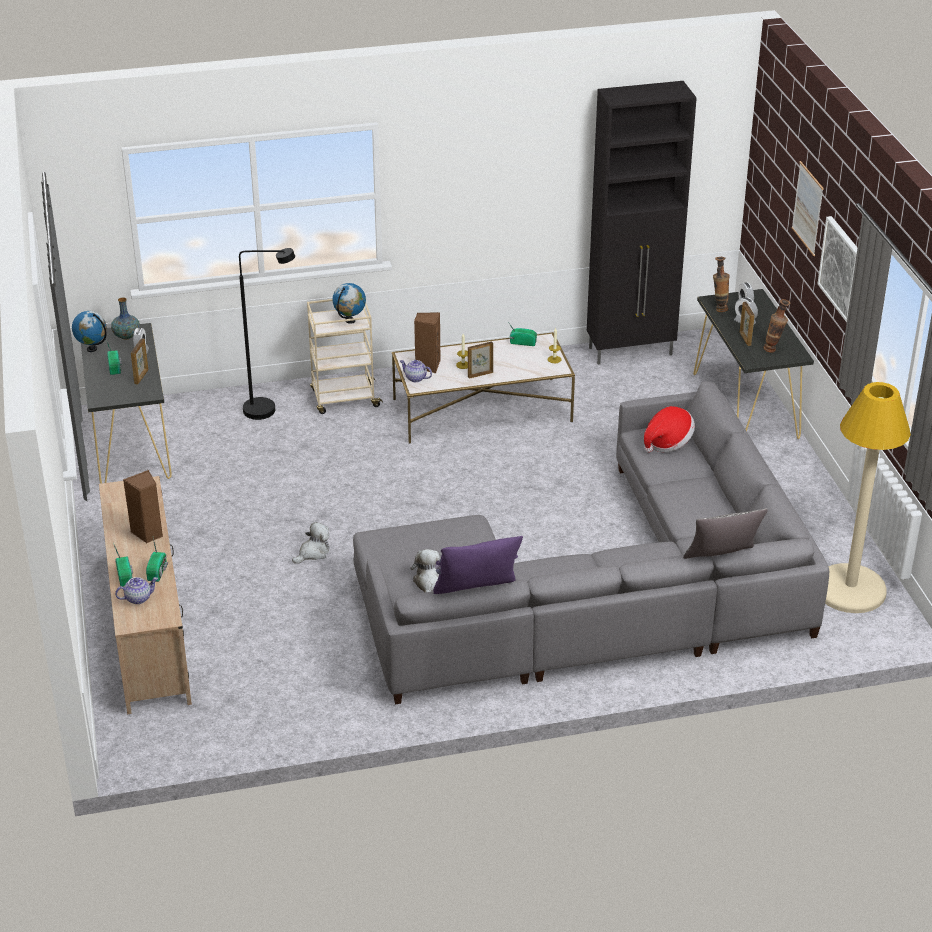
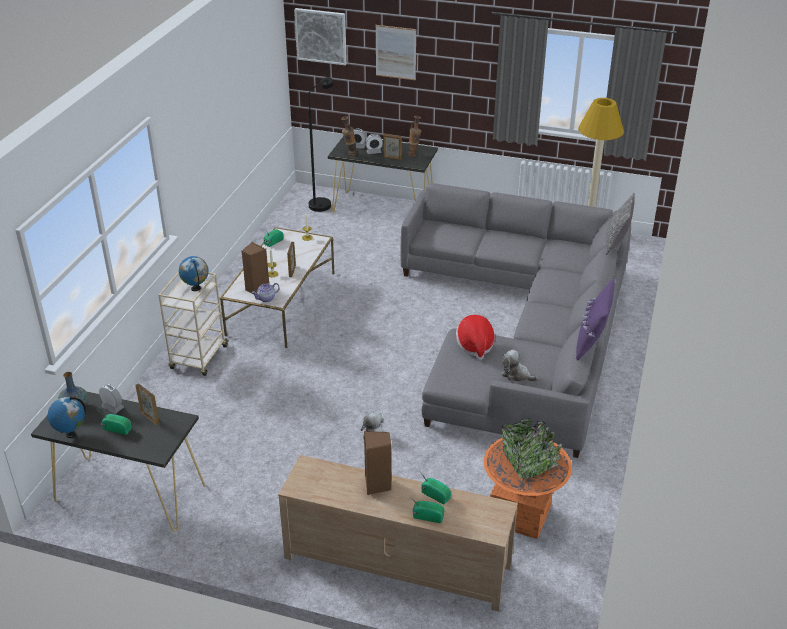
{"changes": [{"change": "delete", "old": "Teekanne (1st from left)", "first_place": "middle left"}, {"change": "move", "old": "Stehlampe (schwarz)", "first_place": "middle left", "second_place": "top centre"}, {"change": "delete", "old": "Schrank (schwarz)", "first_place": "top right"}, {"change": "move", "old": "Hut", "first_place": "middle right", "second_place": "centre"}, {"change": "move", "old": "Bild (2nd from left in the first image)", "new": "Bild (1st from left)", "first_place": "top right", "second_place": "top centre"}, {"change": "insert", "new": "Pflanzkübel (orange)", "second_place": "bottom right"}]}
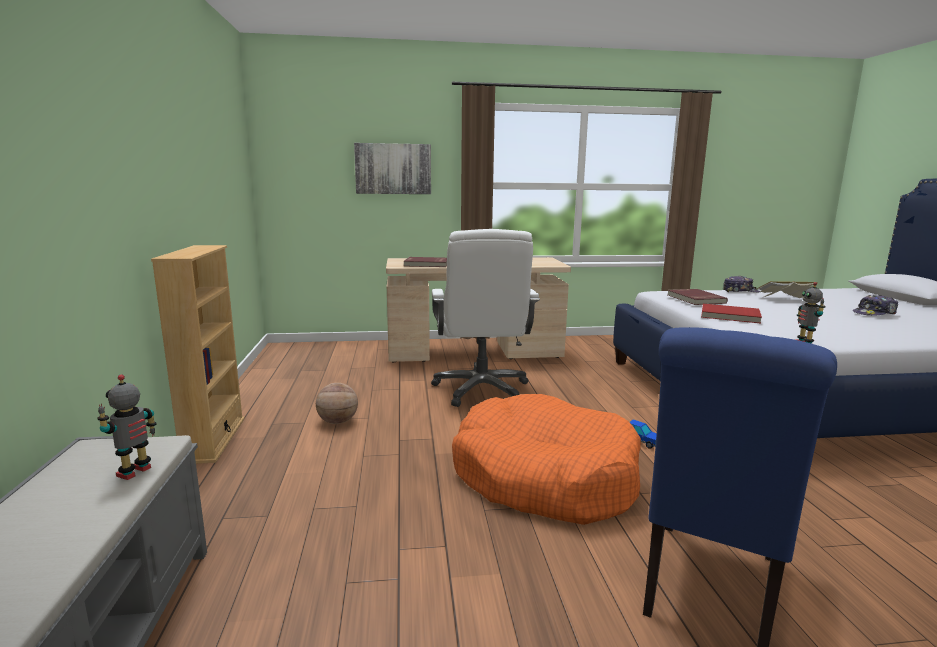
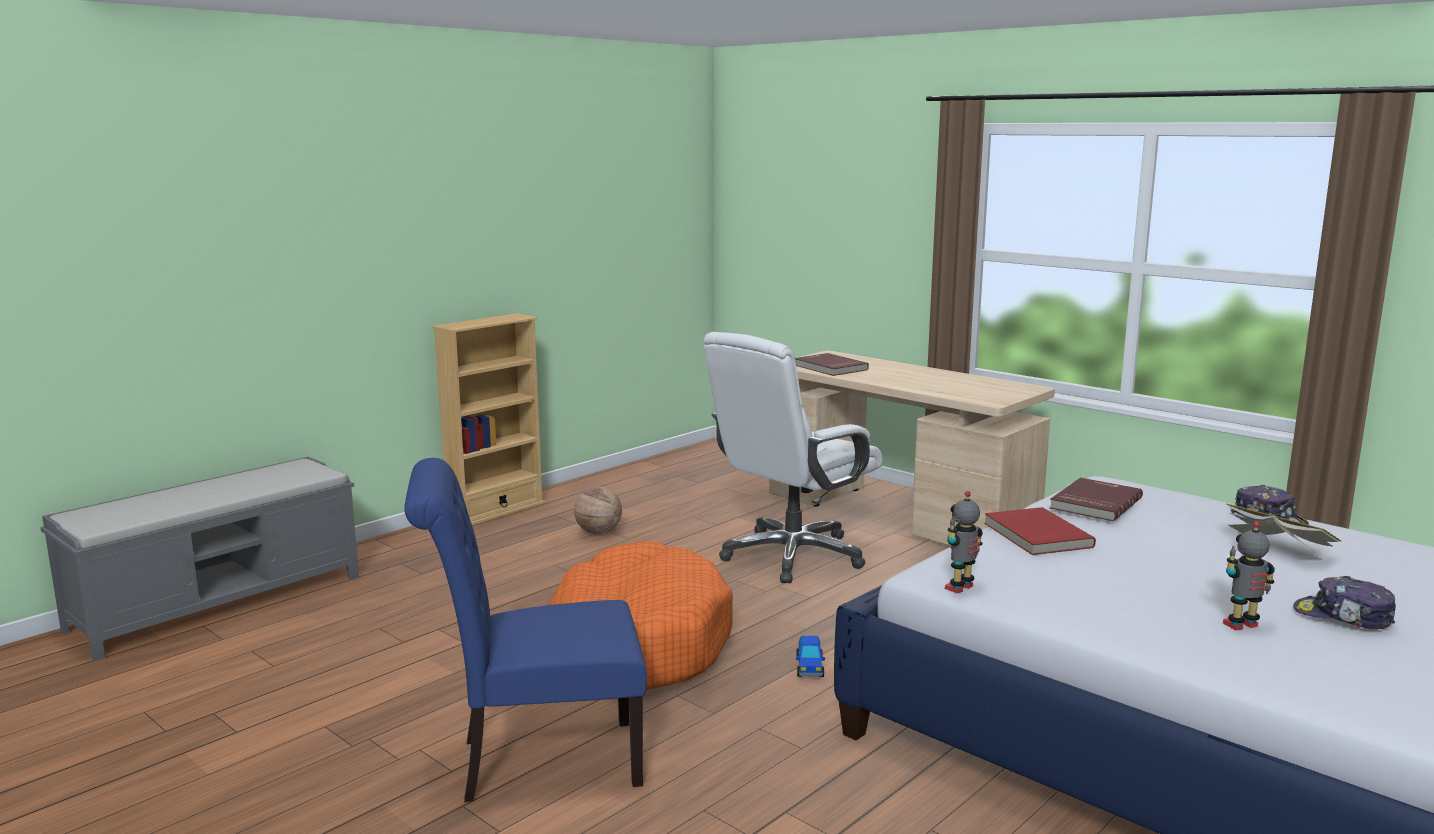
{"changes": [{"change": "move", "old": "Spielzeugroboter (1st from left in the first image)", "new": "Spielzeugroboter (2nd from left)", "first_place": "middle left", "second_place": "bottom right"}, {"change": "delete", "old": "Bild", "first_place": "top centre"}]}
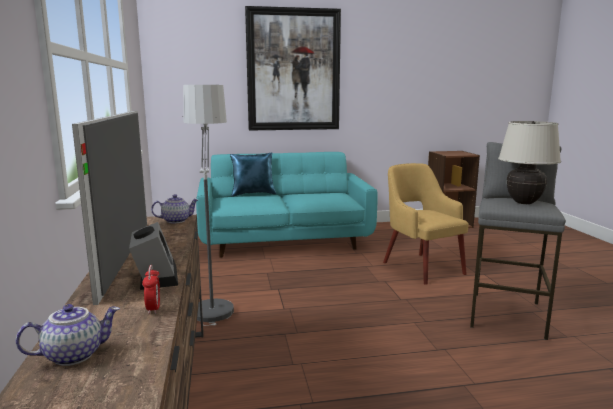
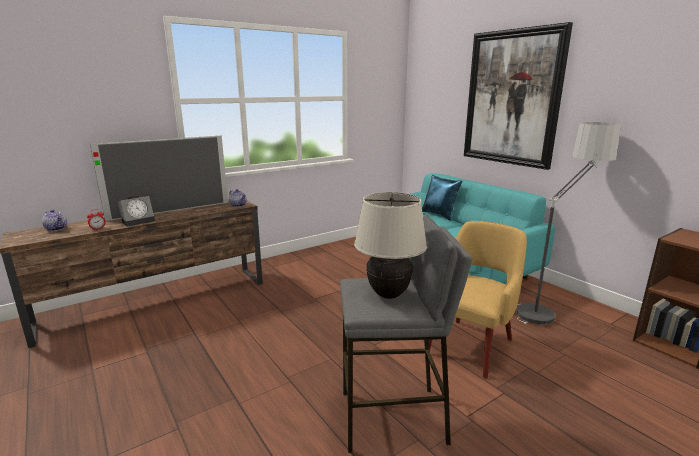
{"changes": [{"change": "move", "old": "Stehlampe", "first_place": "centre", "second_place": "middle right"}]}
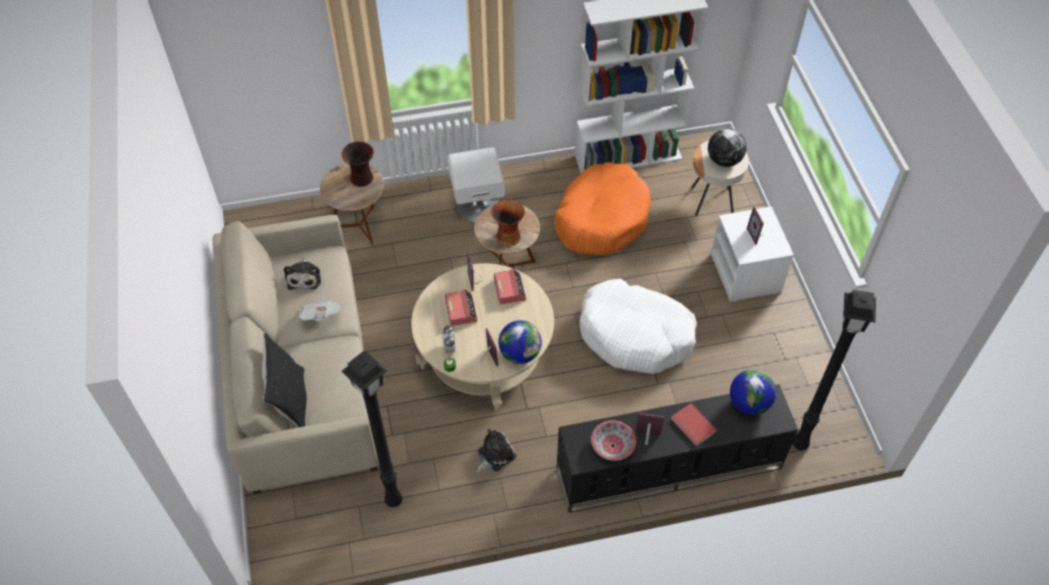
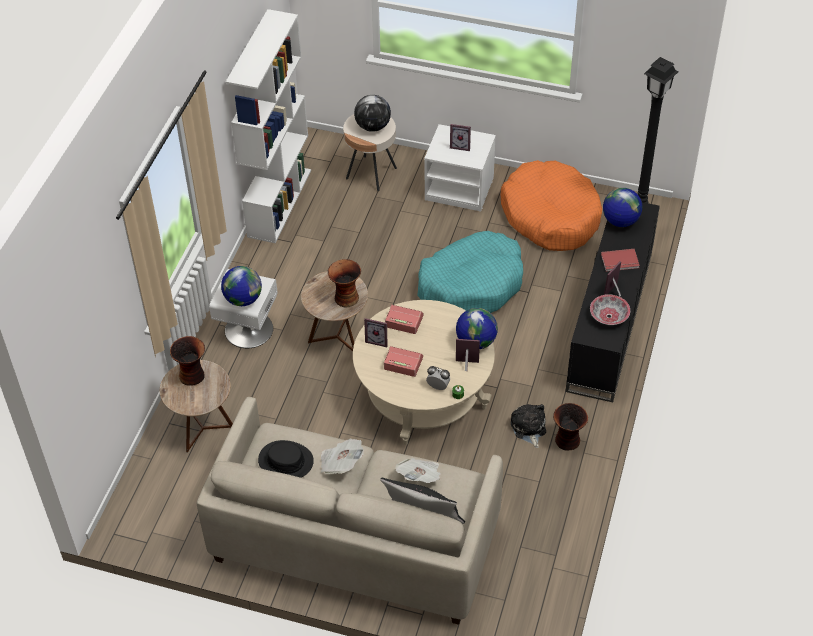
{"changes": [{"change": "replace", "old": "Plüschtier (1st from left)", "new": "Hut (schwarz)", "first_place": "middle left", "second_place": "bottom centre"}, {"change": "delete", "old": "Stehlampe (schwarz) (1st from left)", "first_place": "bottom centre"}, {"change": "move", "old": "Hundebett (orange)", "first_place": "centre", "second_place": "top right"}, {"change": "recolor", "old": "Hundebett (weiß)", "new": "Hundebett (türkis)", "first_place": "centre", "second_place": "centre"}, {"change": "insert", "new": "Globus (1st from left)", "second_place": "middle left"}, {"change": "insert", "new": "Zeitung (2nd from left)", "second_place": "bottom centre"}, {"change": "insert", "new": "Vase (3rd from left)", "second_place": "bottom right"}]}
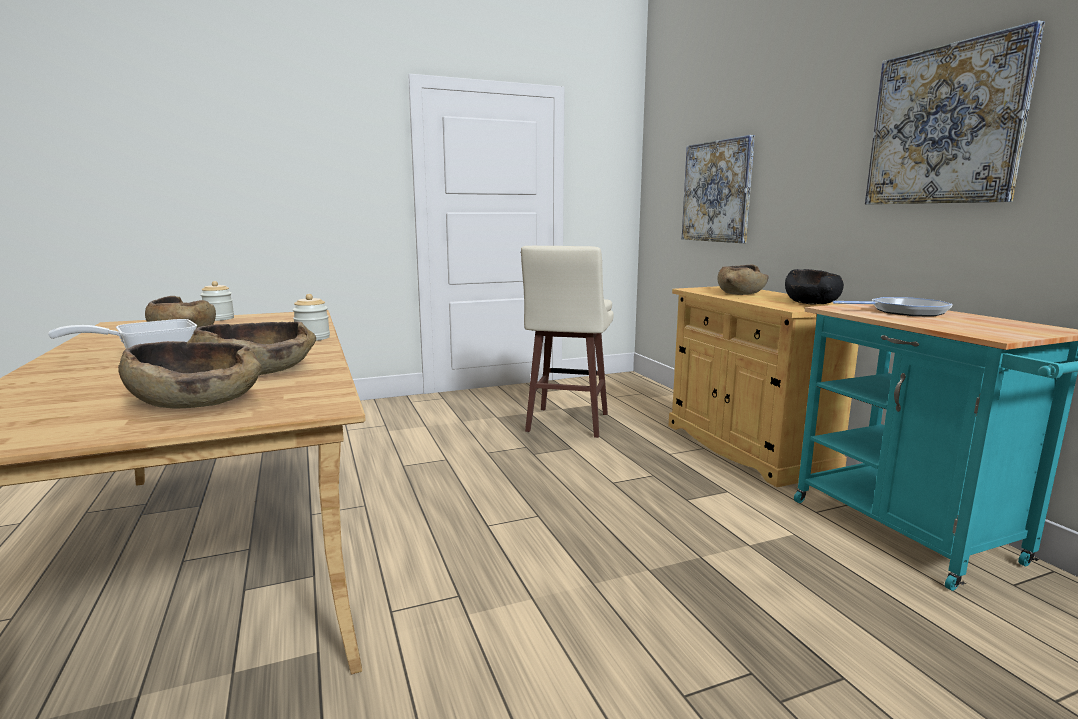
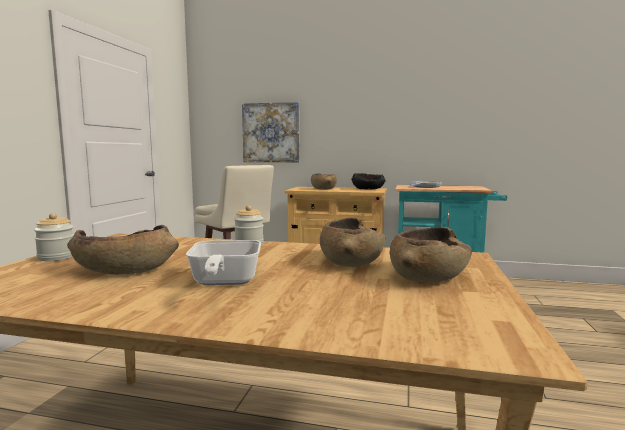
{"changes": [{"change": "delete", "old": "Bild (2nd from left)", "first_place": "top right"}]}
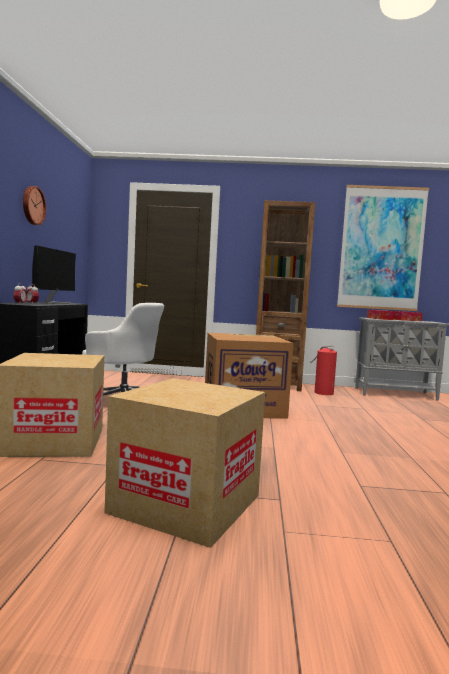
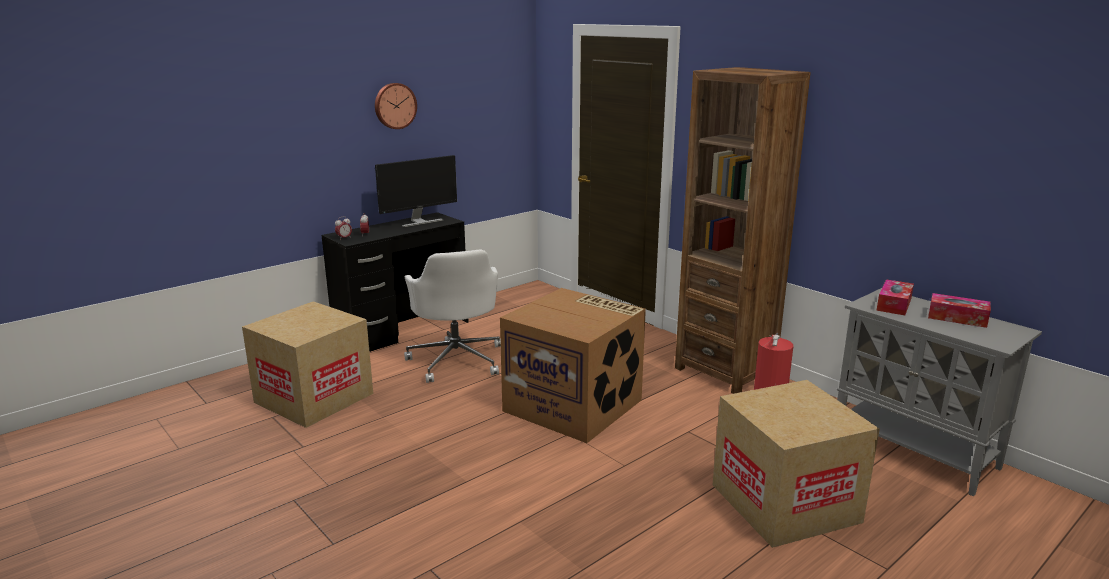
{"changes": [{"change": "move", "old": "Karton (2nd from left in the first image)", "new": "Karton (3rd from left)", "first_place": "bottom centre", "second_place": "bottom right"}, {"change": "delete", "old": "Bild", "first_place": "middle right"}]}
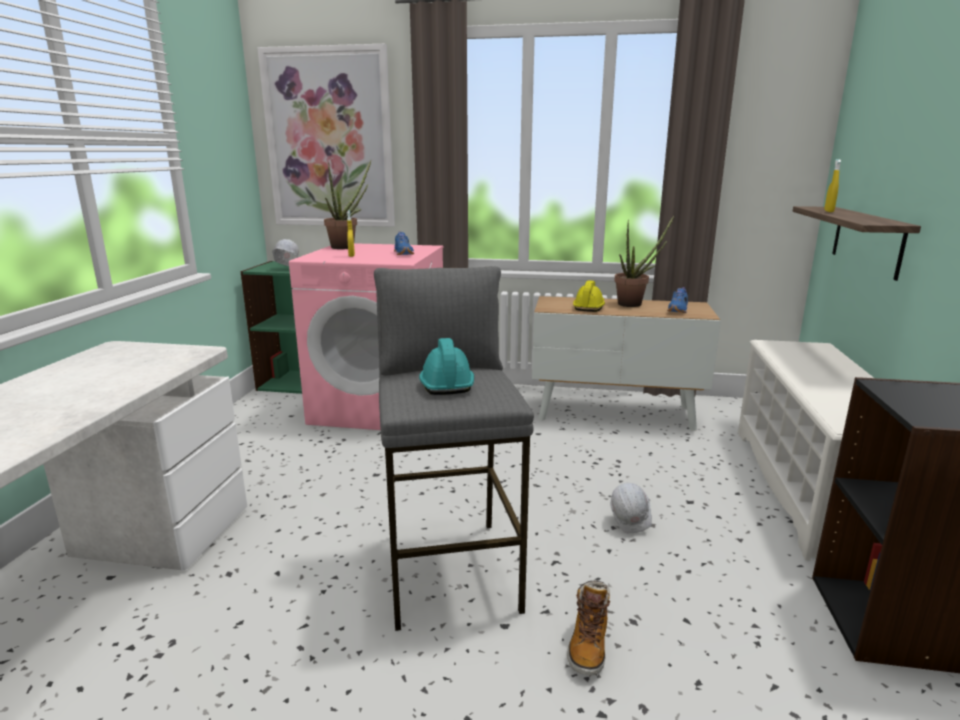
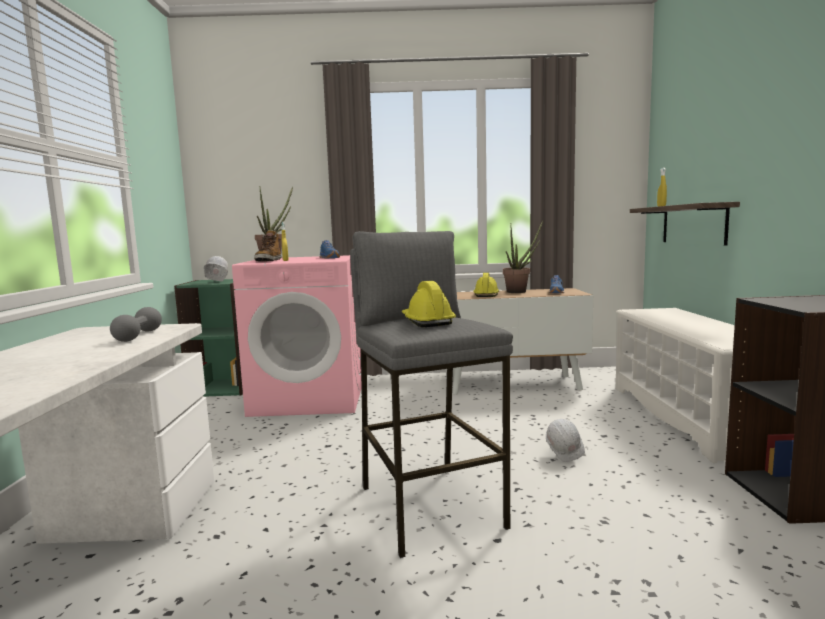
{"changes": [{"change": "delete", "old": "Bild", "first_place": "top centre"}, {"change": "recolor", "old": "Schutzhelm (türkis)", "new": "Schutzhelm (gelb) (1st from left)", "first_place": "centre", "second_place": "centre"}, {"change": "move", "old": "Stiefel", "first_place": "bottom centre", "second_place": "middle left"}, {"change": "insert", "new": "Hantel (grau)", "second_place": "middle left"}]}
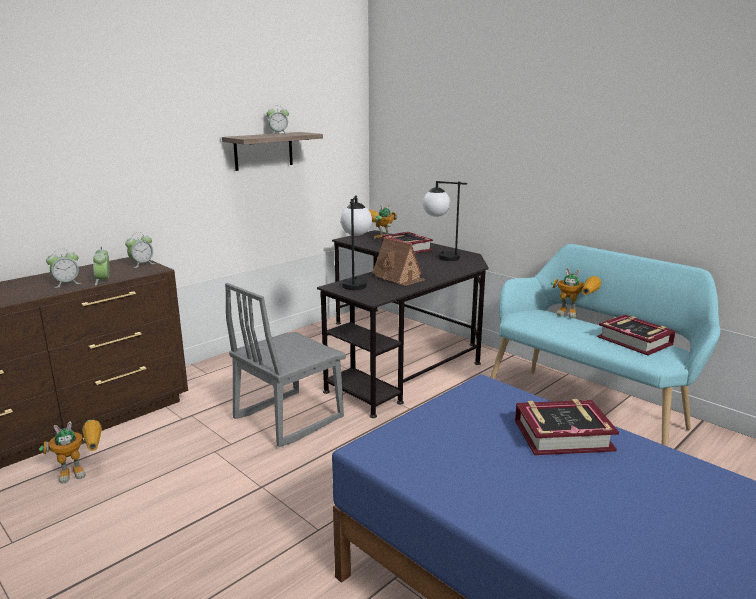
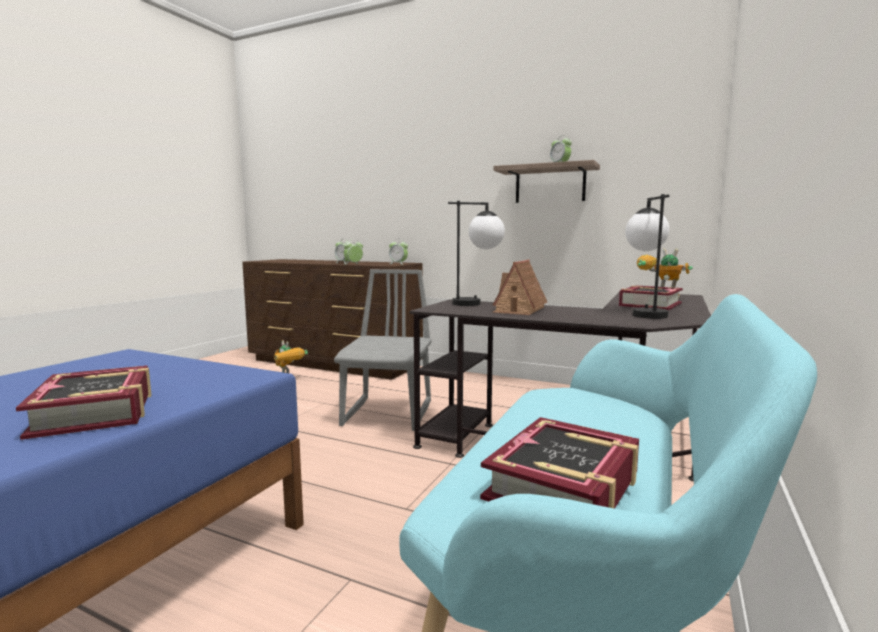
{"changes": [{"change": "rotate", "old": "Stuhl (grau)", "first_place": "centre", "second_place": "centre", "degrees": 75}, {"change": "delete", "old": "Spielzeugroboter (3rd from left)", "first_place": "middle right"}]}
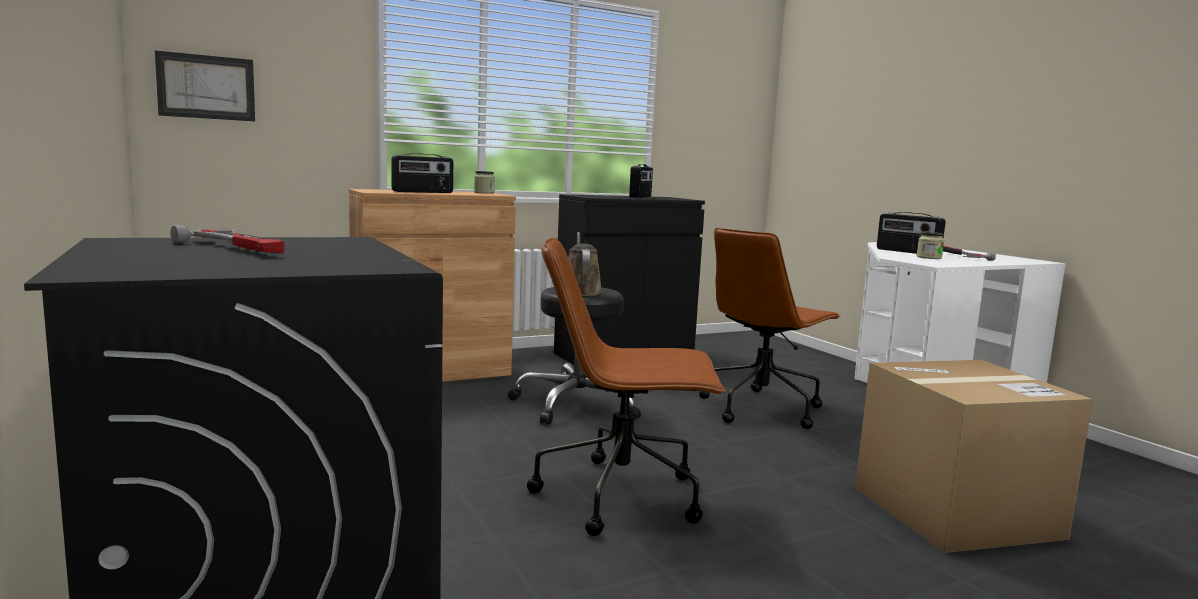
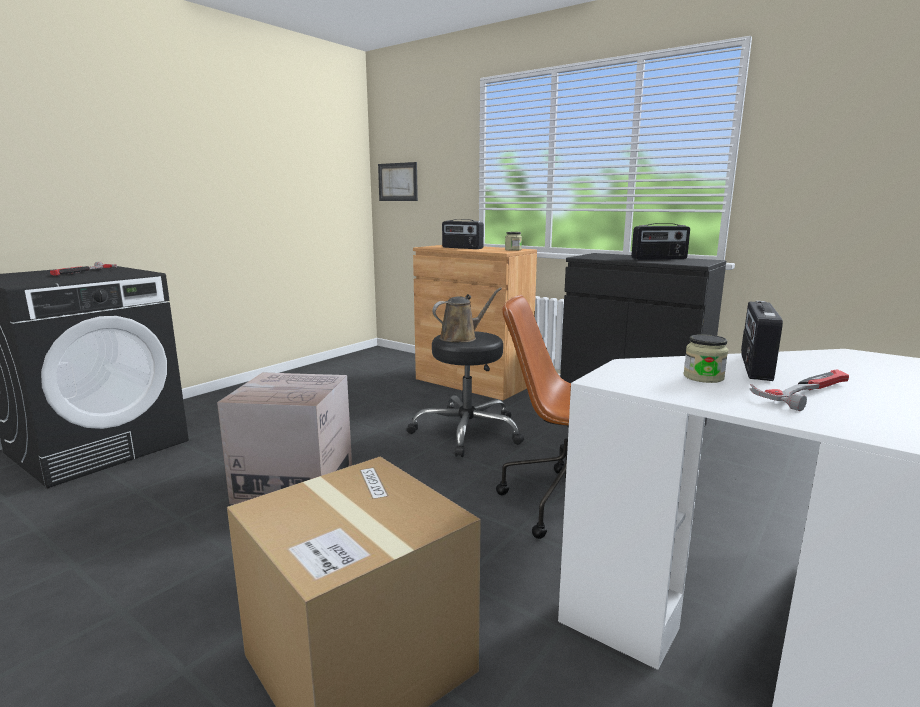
{"changes": [{"change": "replace", "old": "Bürostuhl (braun) (1st from left)", "new": "Karton (1st from left)", "first_place": "centre", "second_place": "middle left"}]}
